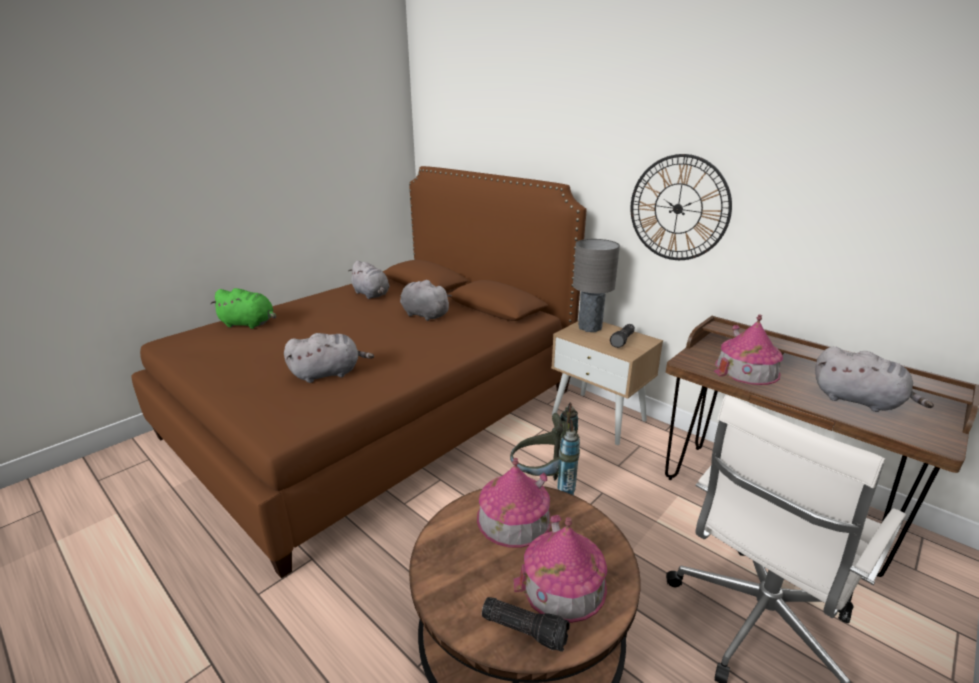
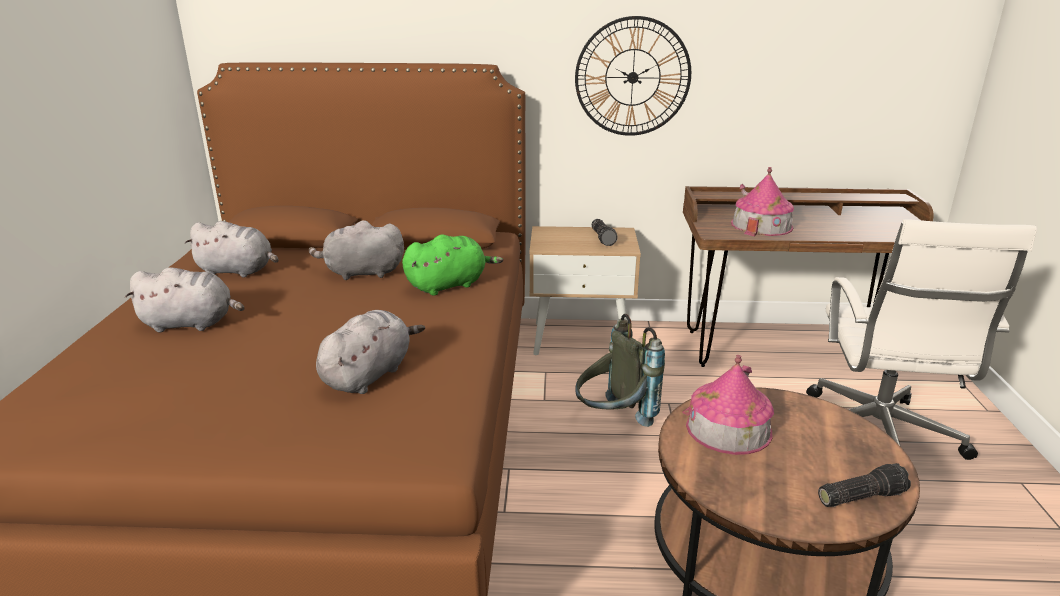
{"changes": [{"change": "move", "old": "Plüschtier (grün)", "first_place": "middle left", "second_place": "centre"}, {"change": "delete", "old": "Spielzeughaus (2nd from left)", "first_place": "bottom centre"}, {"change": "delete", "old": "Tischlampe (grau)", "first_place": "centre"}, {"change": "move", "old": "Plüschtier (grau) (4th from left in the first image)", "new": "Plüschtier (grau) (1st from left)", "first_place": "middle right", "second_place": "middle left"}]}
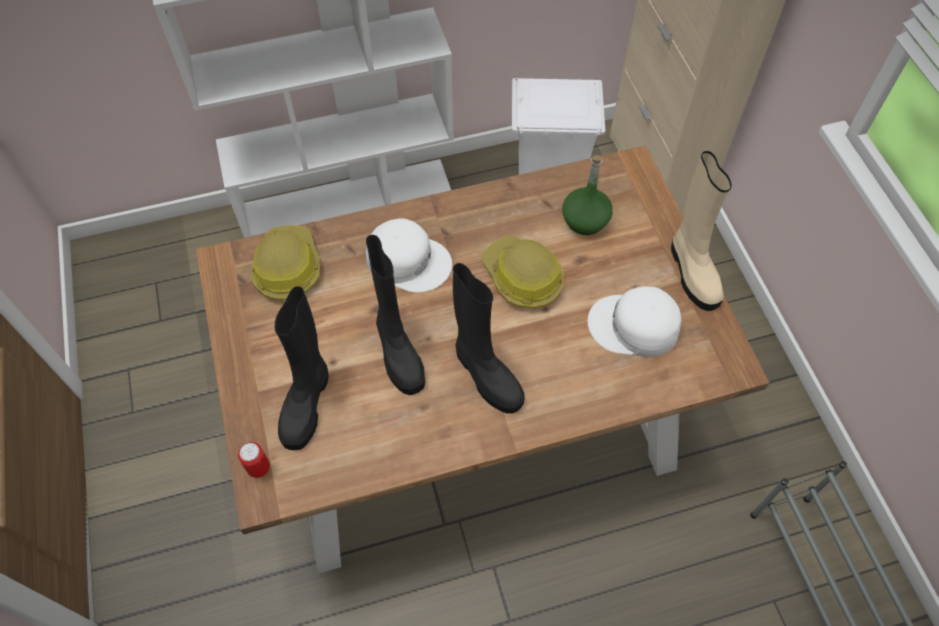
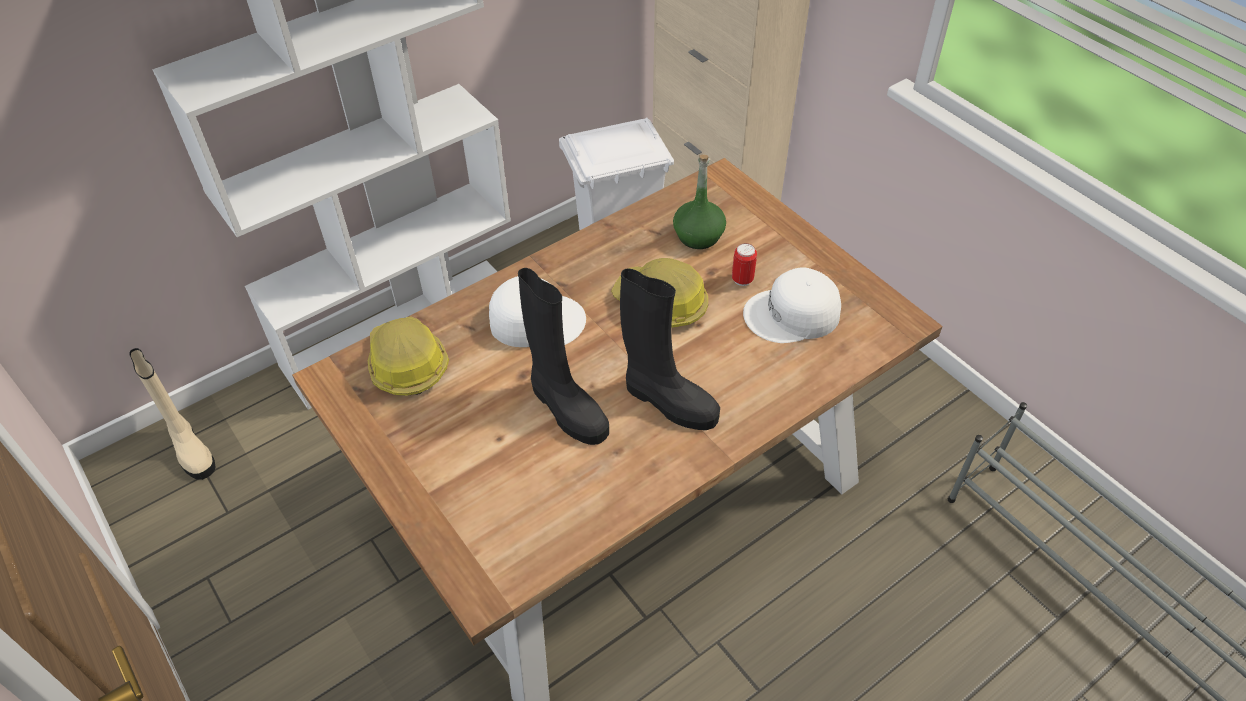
{"changes": [{"change": "move", "old": "Dose", "first_place": "bottom left", "second_place": "centre"}, {"change": "delete", "old": "Stiefel (schwarz) (1st from left)", "first_place": "middle left"}, {"change": "move", "old": "Stiefel (beige)", "first_place": "middle right", "second_place": "middle left"}]}
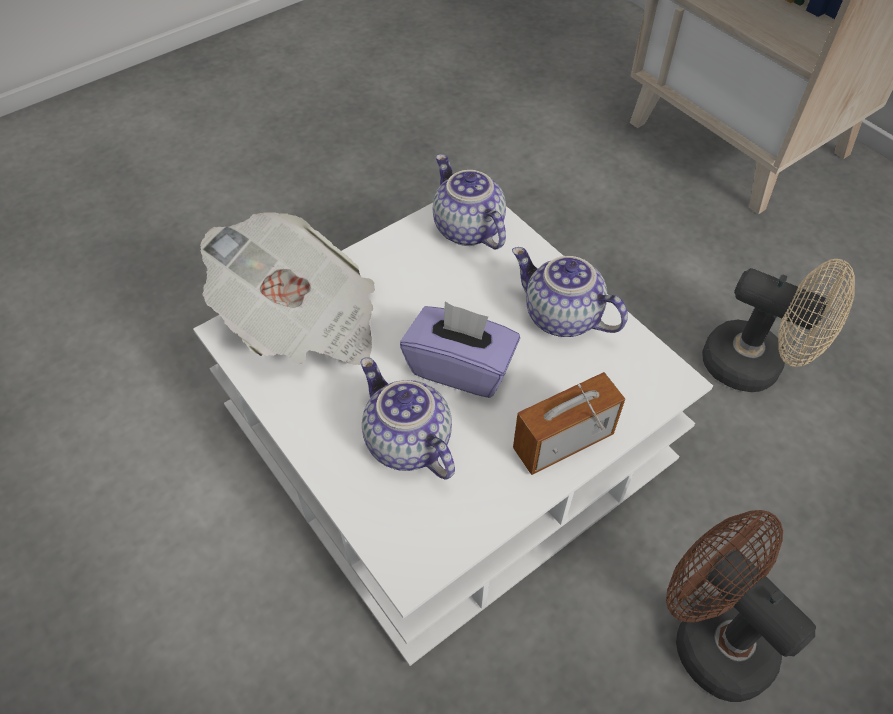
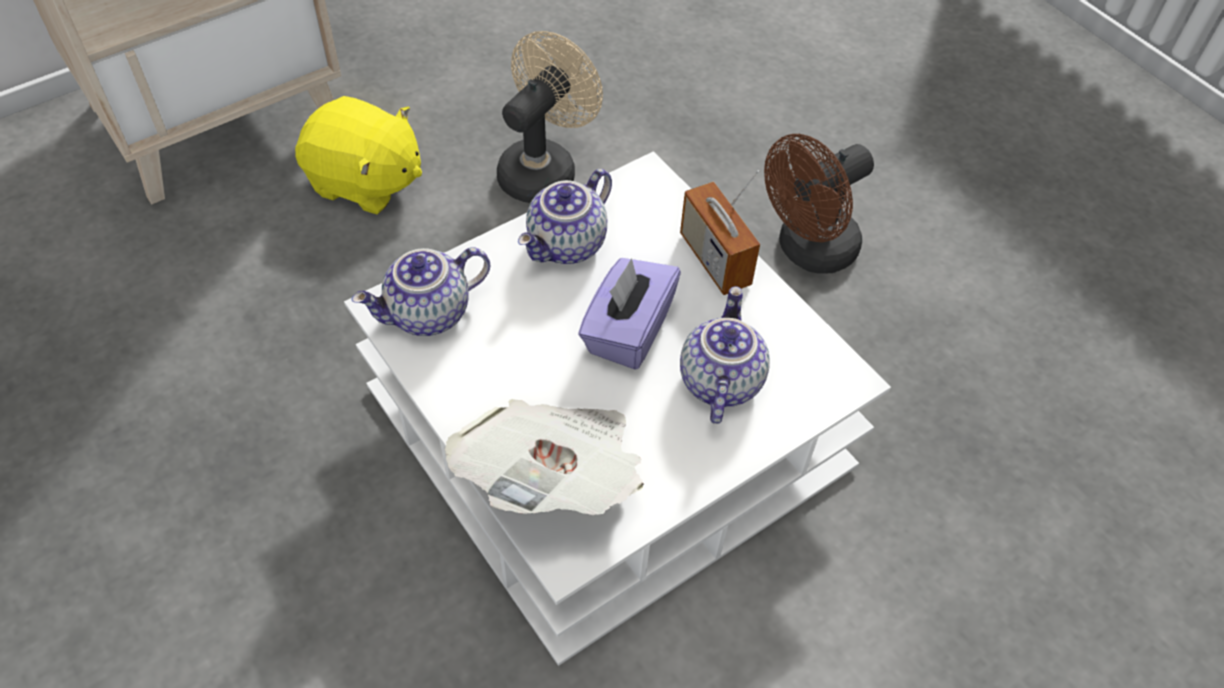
{"changes": [{"change": "rotate", "old": "Teekanne (1st from left in the first image)", "first_place": "centre", "second_place": "centre", "degrees": 135}, {"change": "insert", "new": "Plüschtier (gelb)", "second_place": "top left"}]}
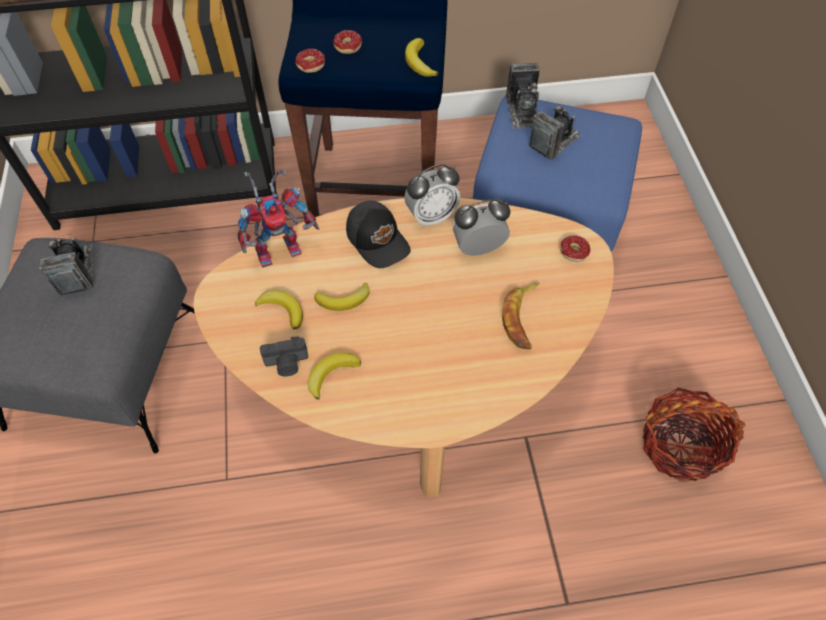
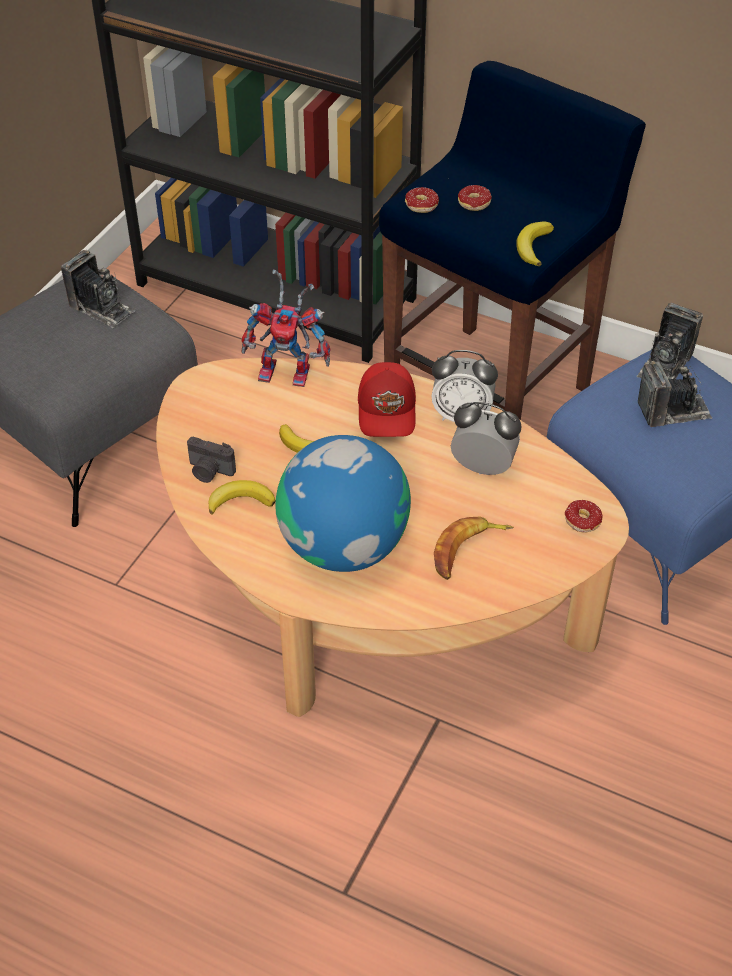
{"changes": [{"change": "rotate", "old": "Kamera (1st from left)", "first_place": "middle left", "second_place": "top left", "degrees": 105}, {"change": "delete", "old": "Banane (1st from left)", "first_place": "centre"}, {"change": "recolor", "old": "Kappe (schwarz)", "new": "Kappe (rot)", "first_place": "centre", "second_place": "centre"}, {"change": "delete", "old": "Korb", "first_place": "bottom right"}, {"change": "insert", "new": "Globus", "second_place": "centre"}]}
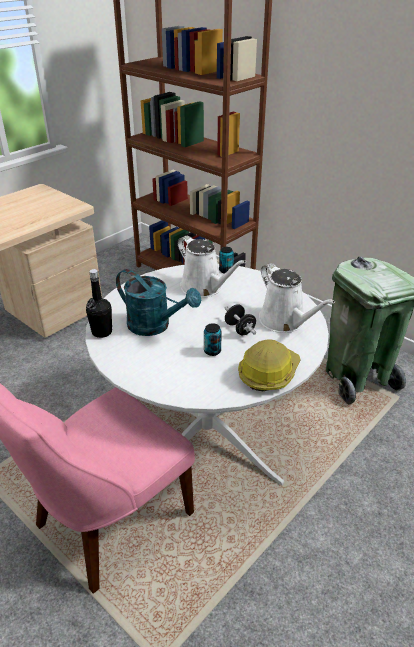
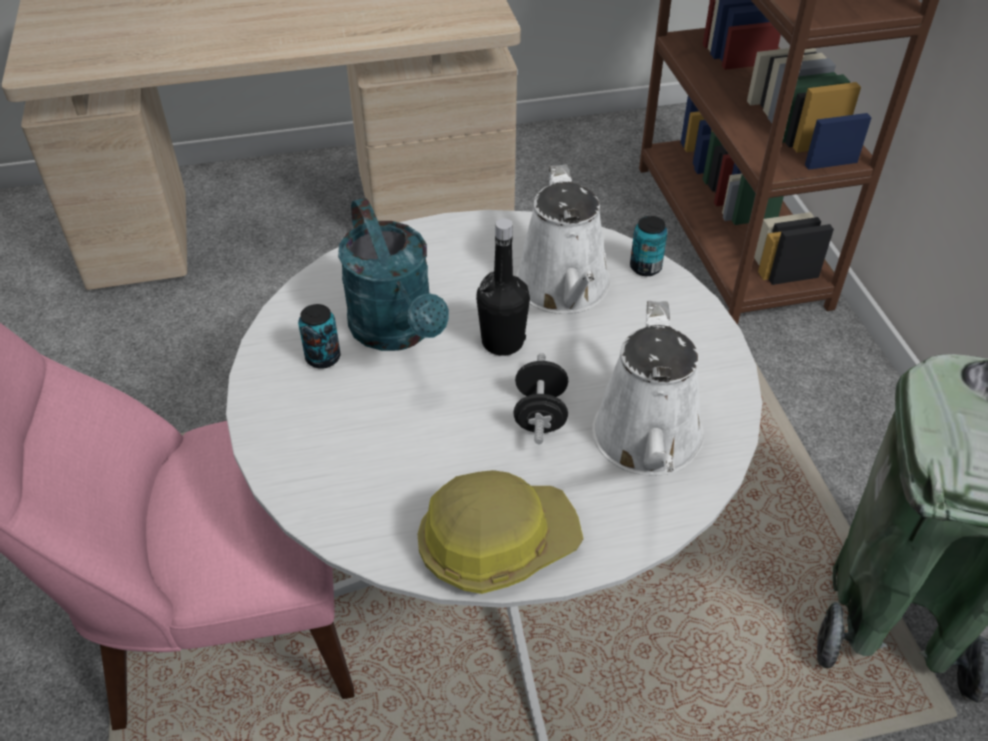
{"changes": [{"change": "move", "old": "Flasche (schwarz)", "first_place": "middle left", "second_place": "centre"}, {"change": "move", "old": "Dose (1st from left)", "first_place": "centre", "second_place": "middle left"}]}
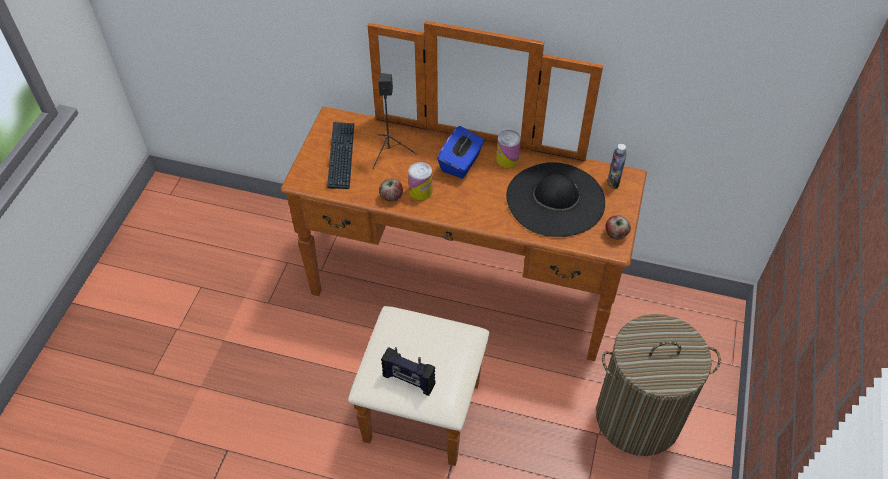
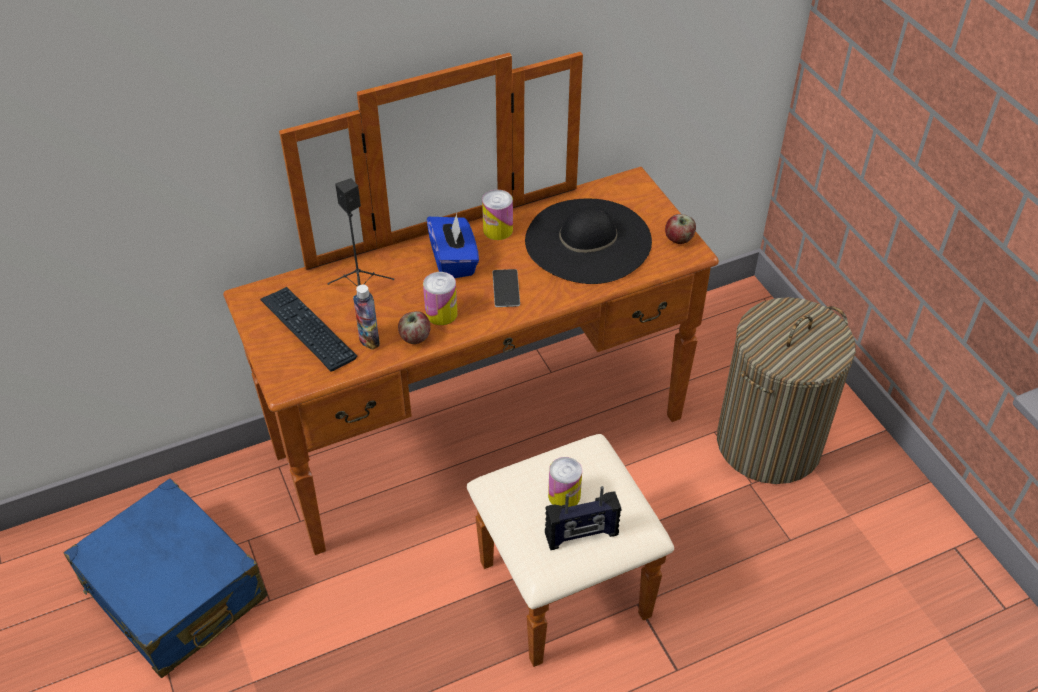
{"changes": [{"change": "move", "old": "Flasche", "first_place": "middle right", "second_place": "centre"}, {"change": "insert", "new": "Koffer (blau)", "second_place": "bottom left"}, {"change": "insert", "new": "Handy", "second_place": "centre"}, {"change": "insert", "new": "Dose (3rd from left)", "second_place": "bottom centre"}]}
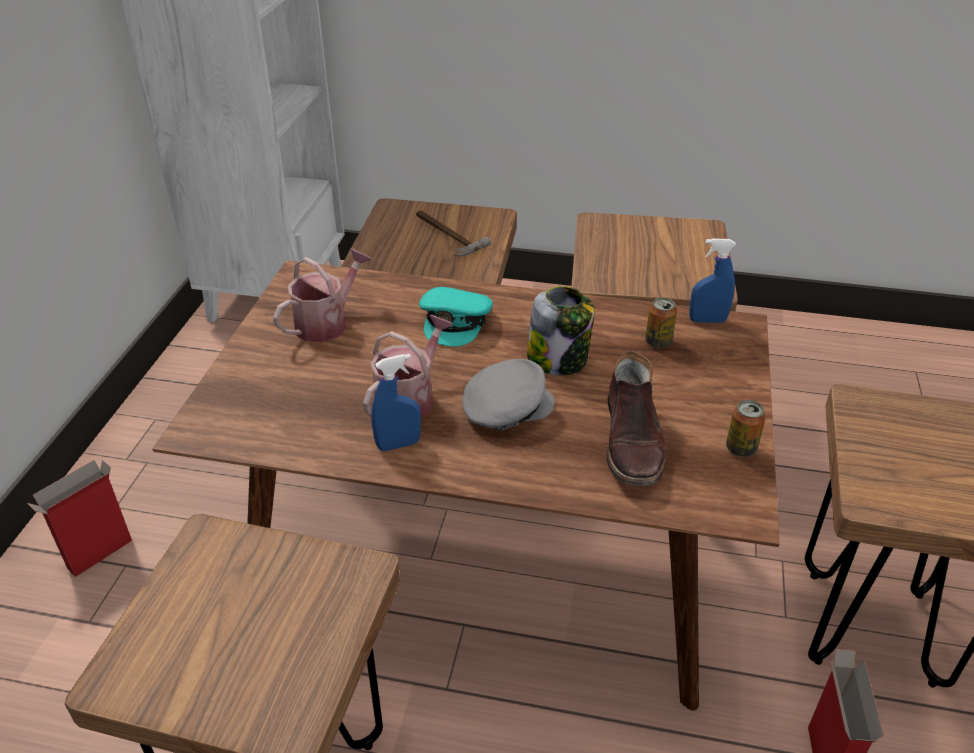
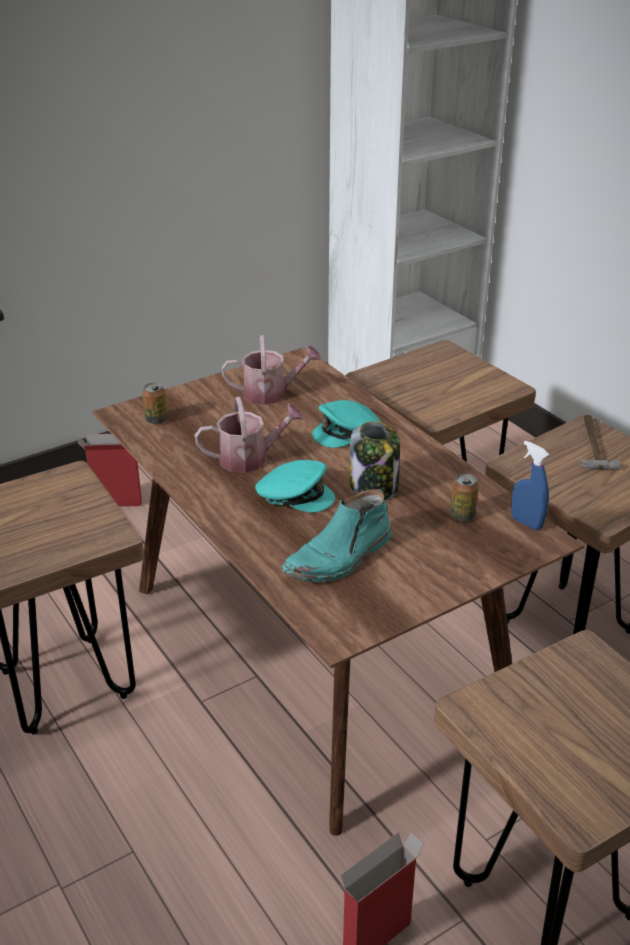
{"changes": [{"change": "delete", "old": "Sprühflasche (blau) (1st from left)", "first_place": "centre"}, {"change": "move", "old": "Hammer", "first_place": "top centre", "second_place": "middle right"}, {"change": "recolor", "old": "Kappe (grau)", "new": "Kappe (türkis) (1st from left)", "first_place": "centre", "second_place": "centre"}, {"change": "recolor", "old": "Stiefel (braun)", "new": "Stiefel (türkis)", "first_place": "centre", "second_place": "centre"}, {"change": "move", "old": "Dose (2nd from left in the first image)", "new": "Dose (1st from left)", "first_place": "middle right", "second_place": "middle left"}]}
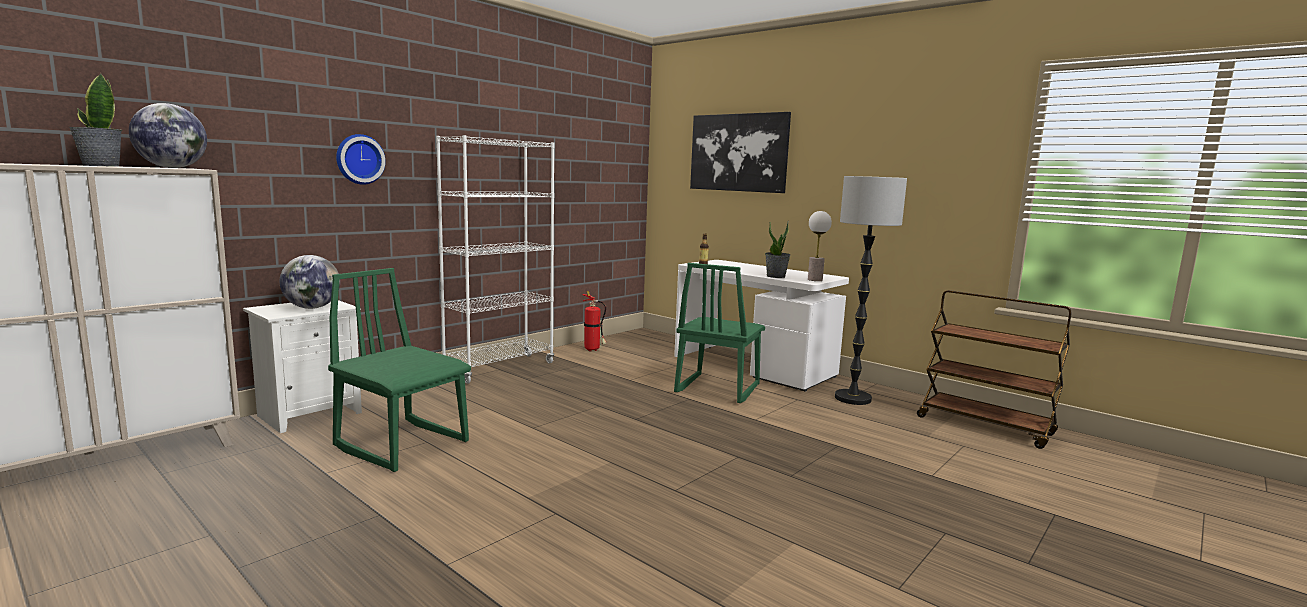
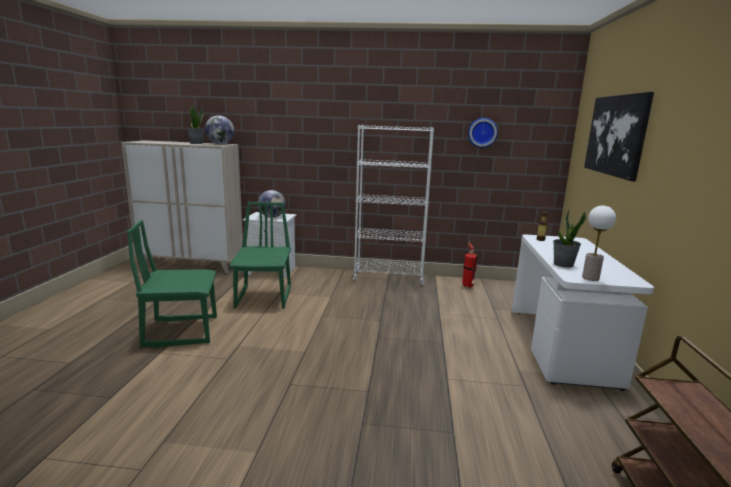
{"changes": [{"change": "move", "old": "Wanduhr", "first_place": "top left", "second_place": "top centre"}, {"change": "move", "old": "Stuhl (grün) (2nd from left in the first image)", "new": "Stuhl (grün) (1st from left)", "first_place": "centre", "second_place": "middle left"}, {"change": "delete", "old": "Stehlampe", "first_place": "centre"}]}
